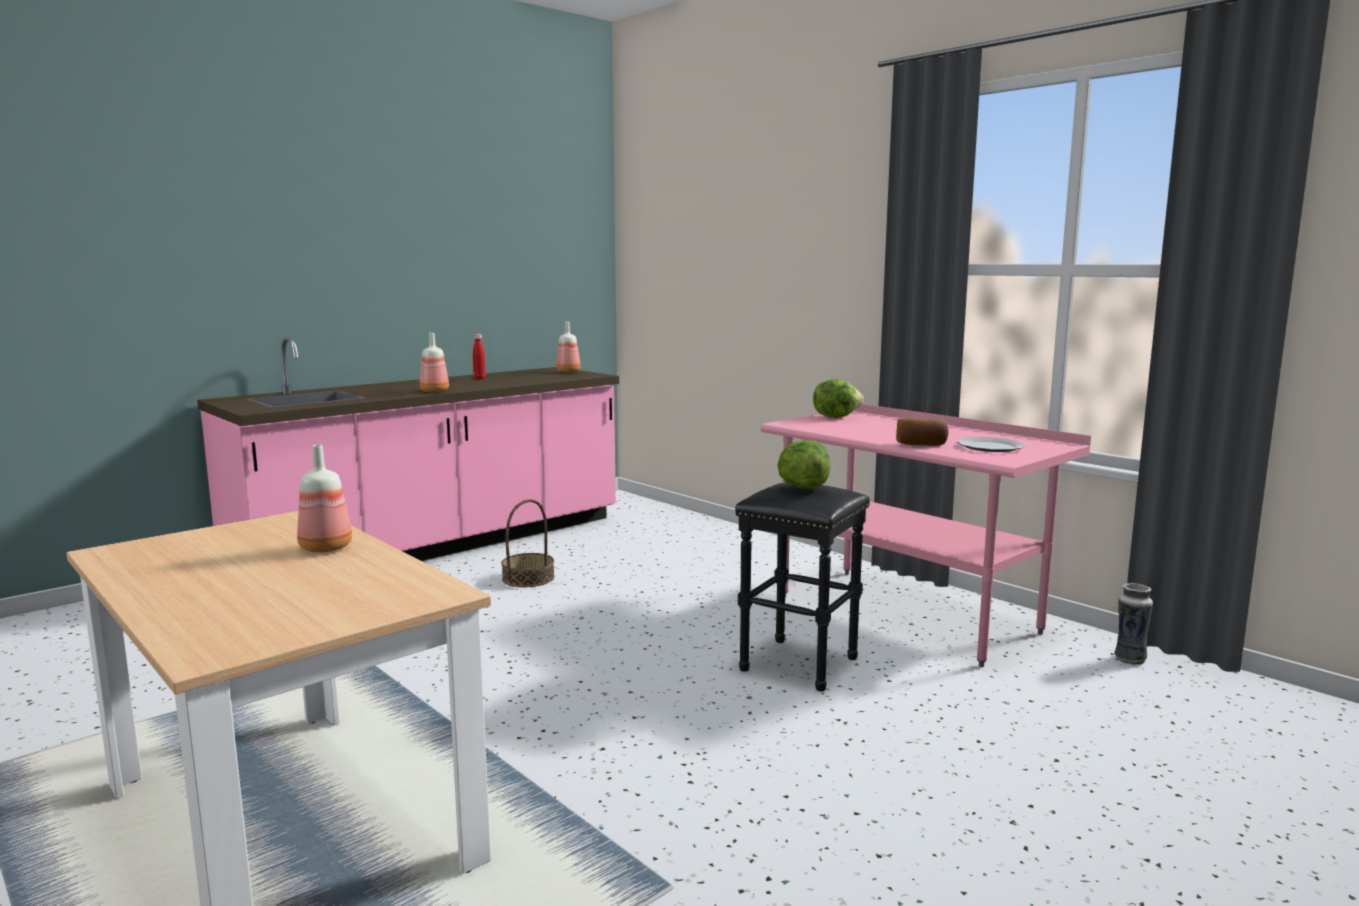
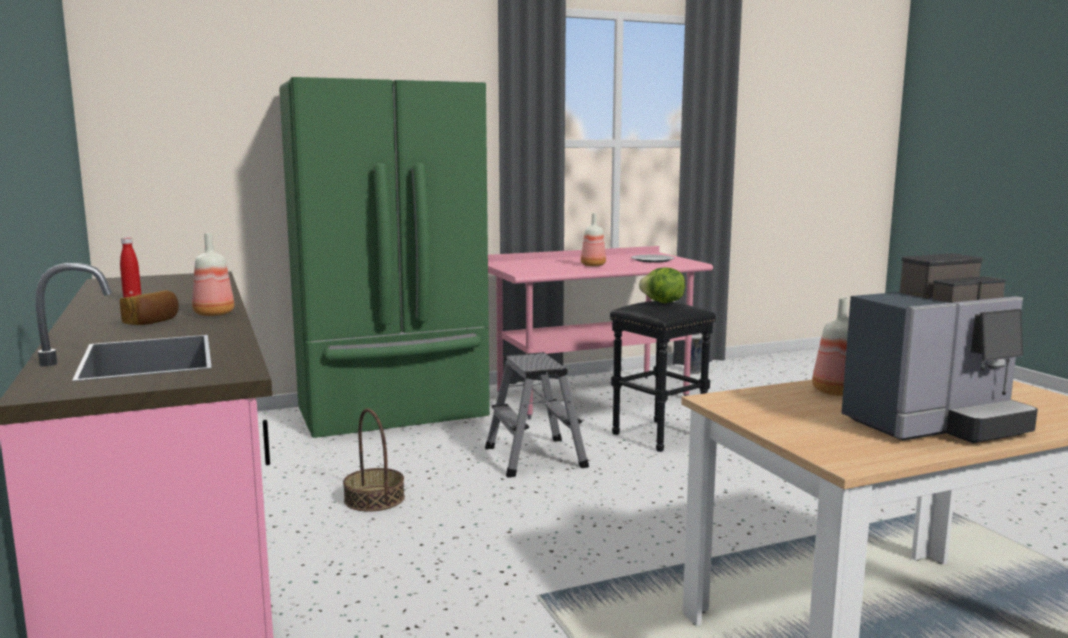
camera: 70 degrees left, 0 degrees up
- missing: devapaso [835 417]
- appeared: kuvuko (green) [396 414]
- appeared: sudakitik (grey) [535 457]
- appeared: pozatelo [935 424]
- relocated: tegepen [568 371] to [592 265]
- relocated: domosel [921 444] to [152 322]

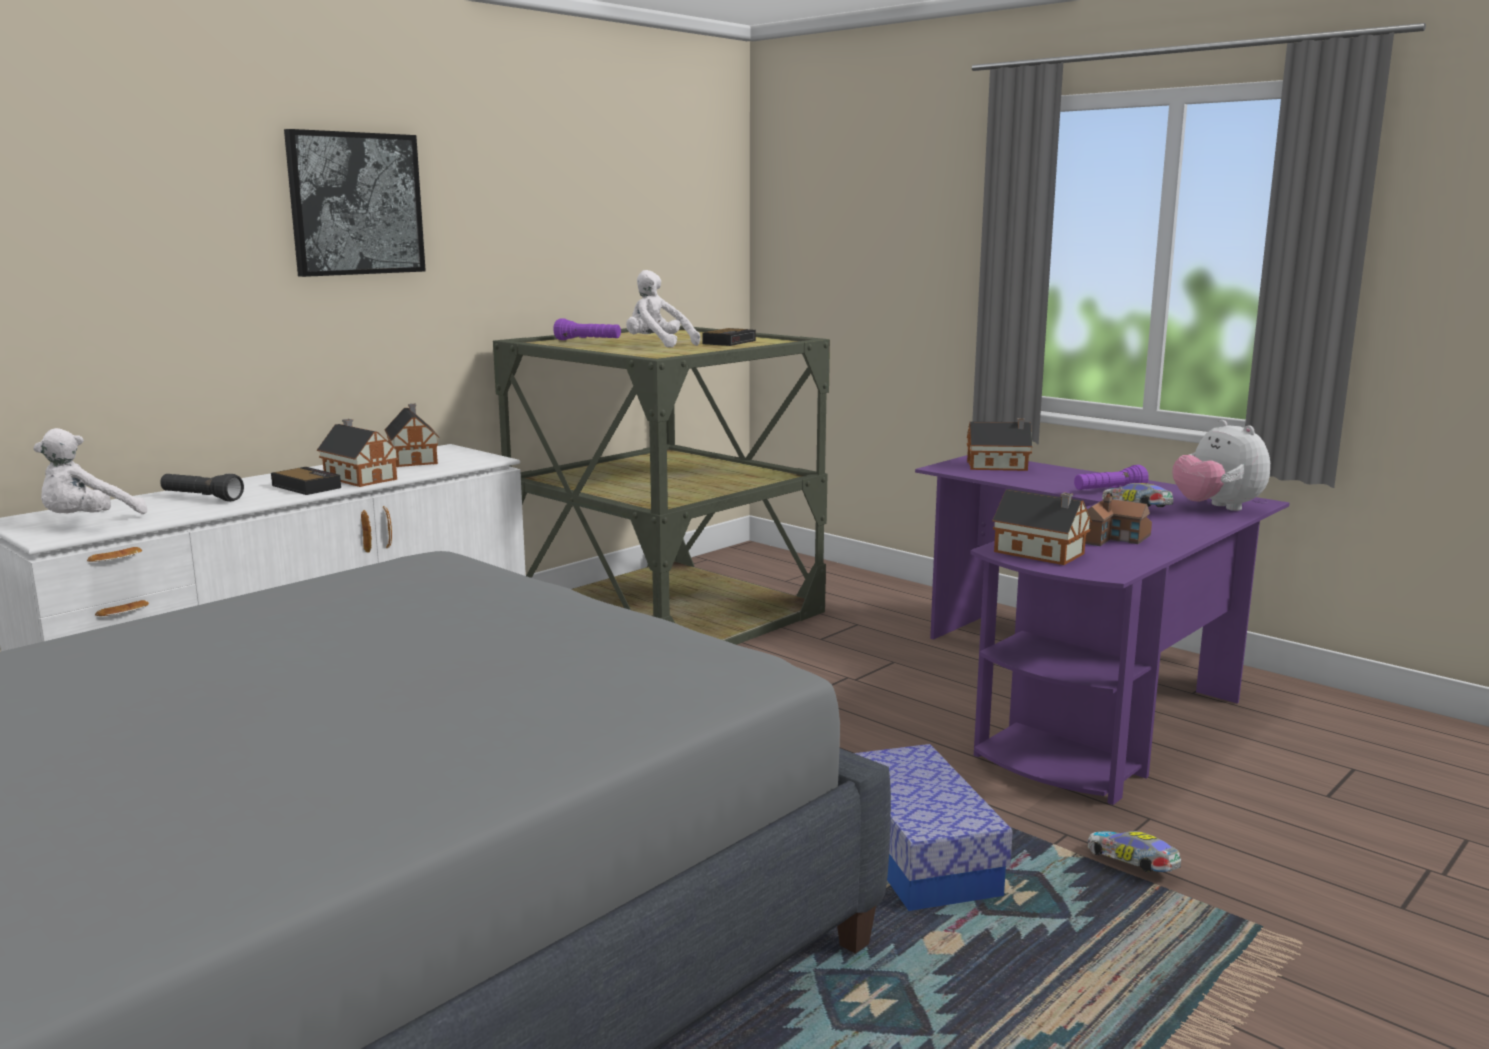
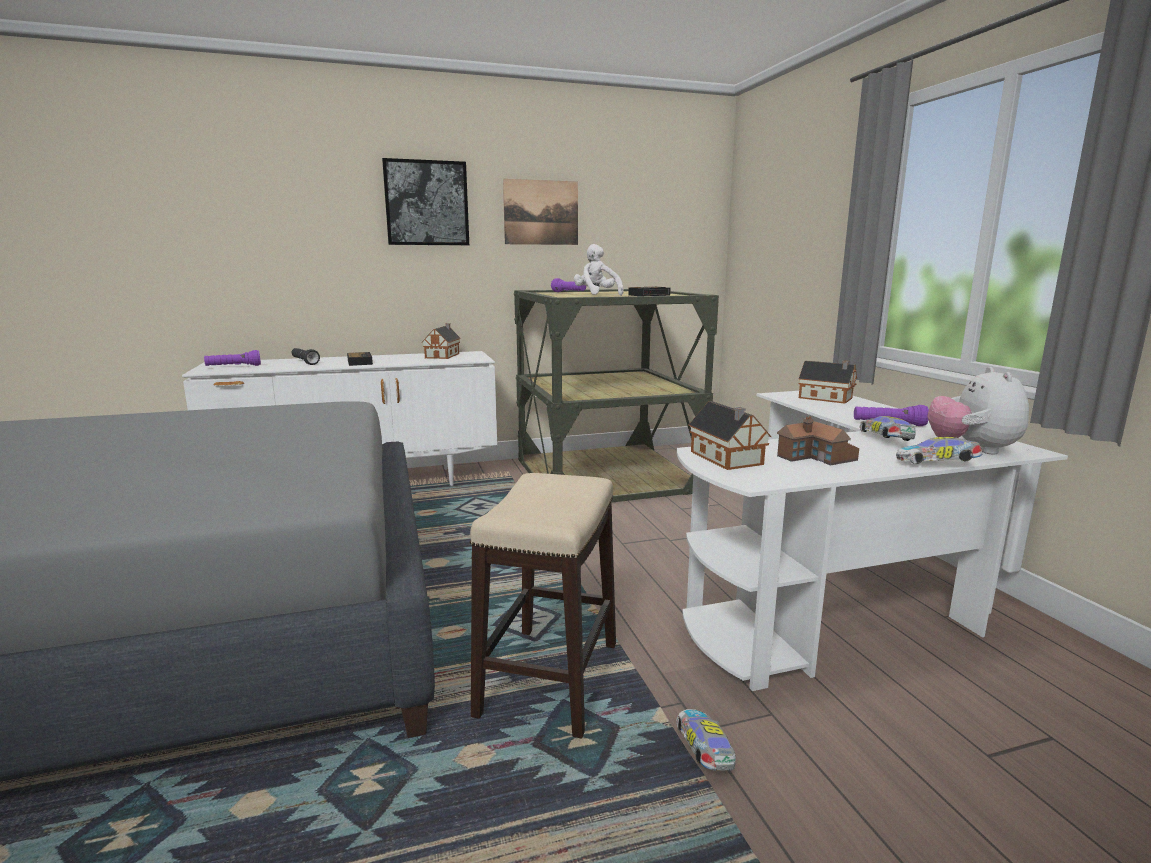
camera: 30 degrees right, 0 degrees up
- missing: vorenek [359 478]
- appeared: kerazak [541 212]
- appeared: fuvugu [937 464]
- exchanged: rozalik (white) [88 522] to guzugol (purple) [233 367]
- exchanged: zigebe [919 855] to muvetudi [549 678]
- colour: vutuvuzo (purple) [1084 693] to vutuvuzo (white) [838 592]

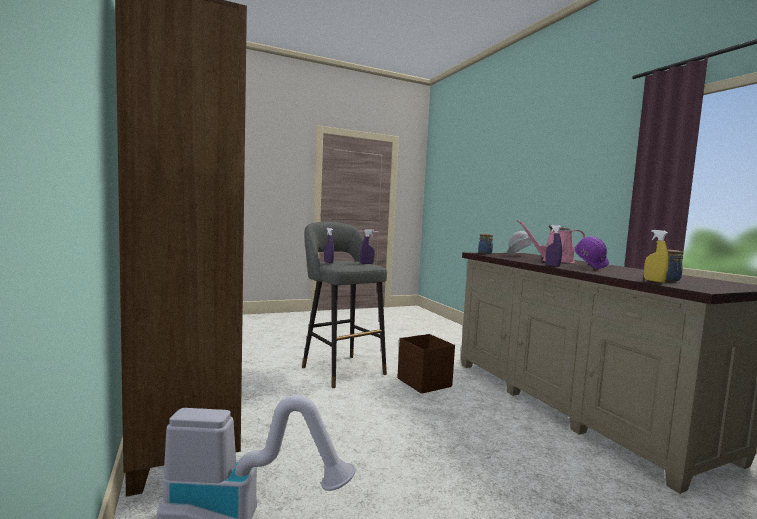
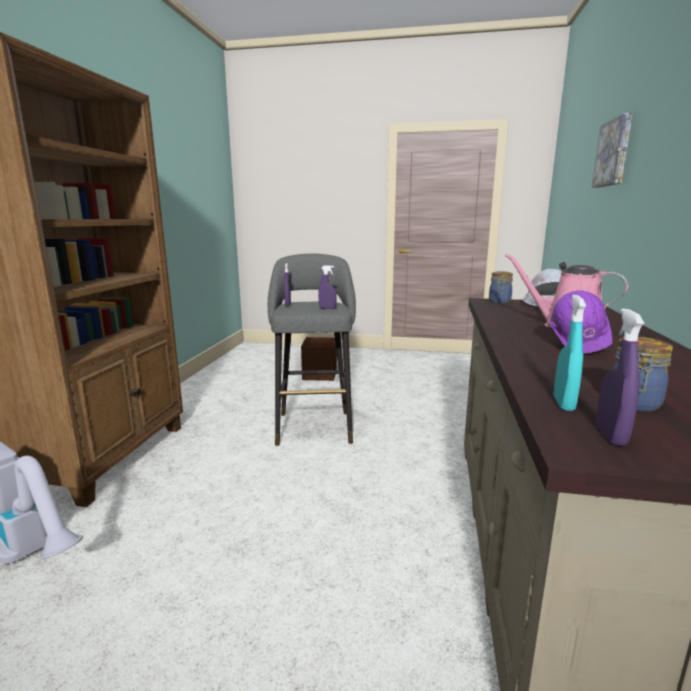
camera: 35 degrees right, 10 degrees up
- appeared: kerazak [614 153]
- relocated: zigebe (brown) [424 383] to [319 375]
- relocated: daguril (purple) [552 266] to [610 436]
- colour: daguril (yellow) [654 281] to daguril (turquoise) [563 404]

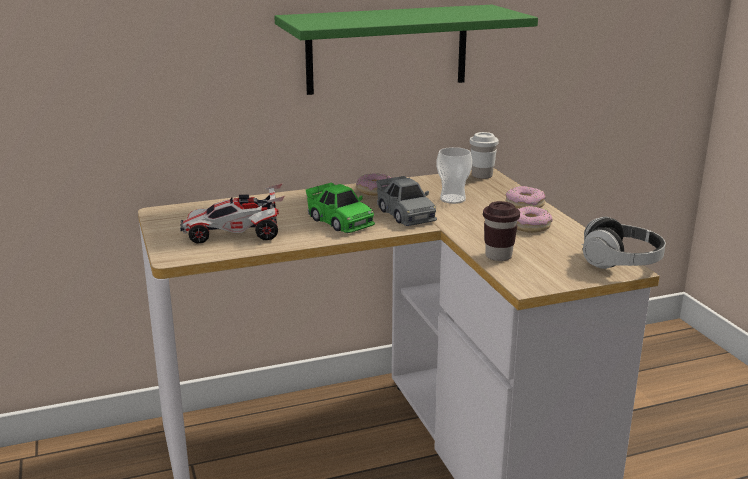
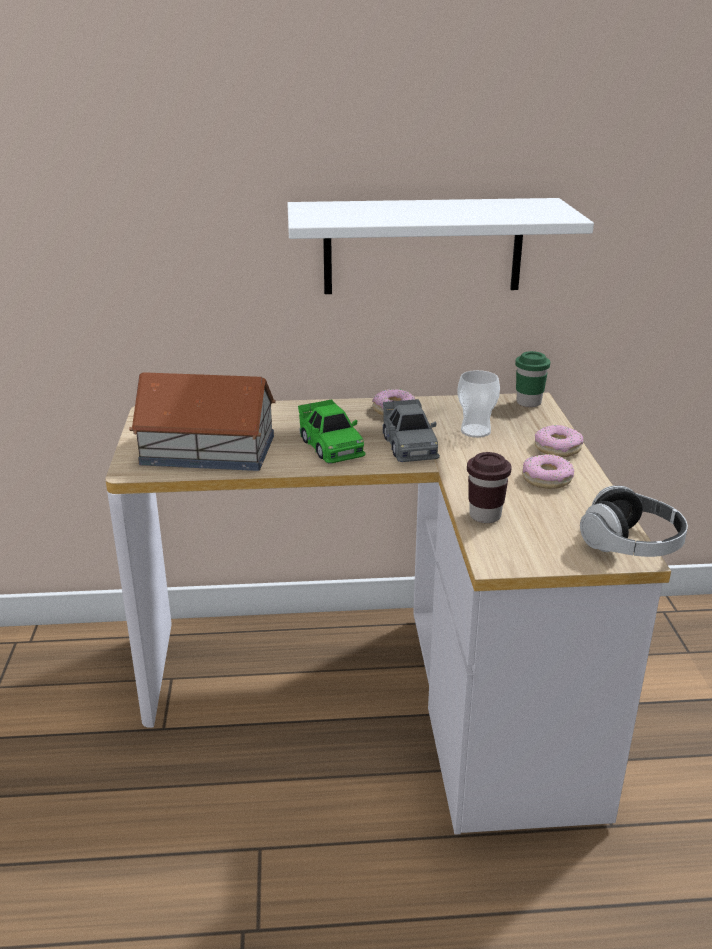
camera: 15 degrees right, 5 degrees up
- exchanged: fuvugu [234 235] to vorenek [209 450]
- colour: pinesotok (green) [387 49] to pinesotok (white) [423 246]
- colour: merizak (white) [482 175] to merizak (green) [528 402]

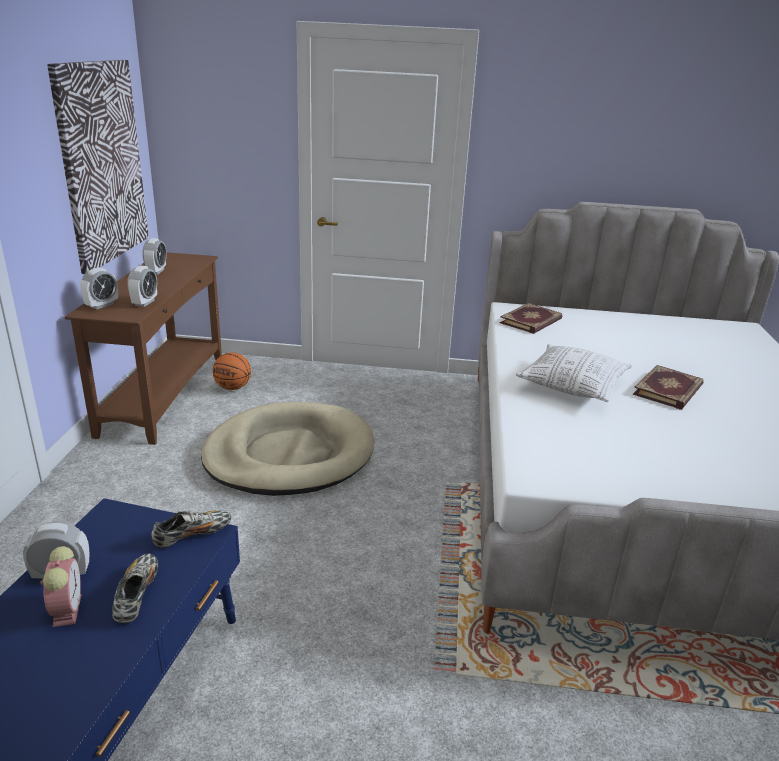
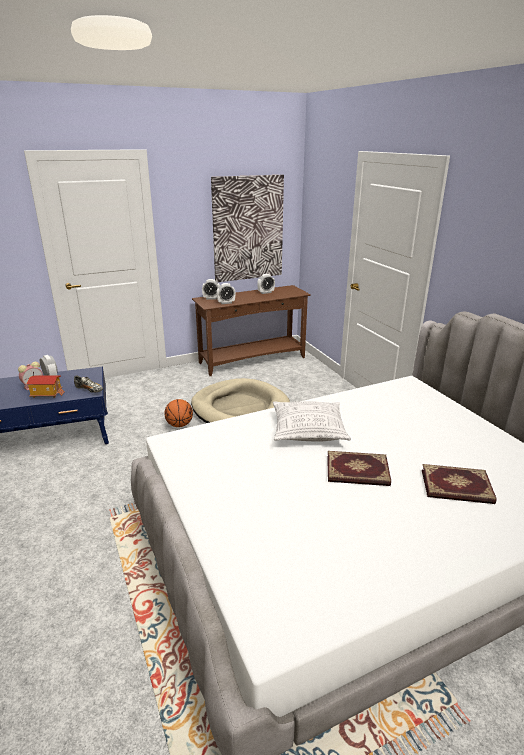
camera: 60 degrees right, 0 degrees up
- relocated: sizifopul [233 387] to [179 425]
- relocated: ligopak [531 321] to [456 487]
- exchanged: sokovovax [137 594] to vorenek [47 394]

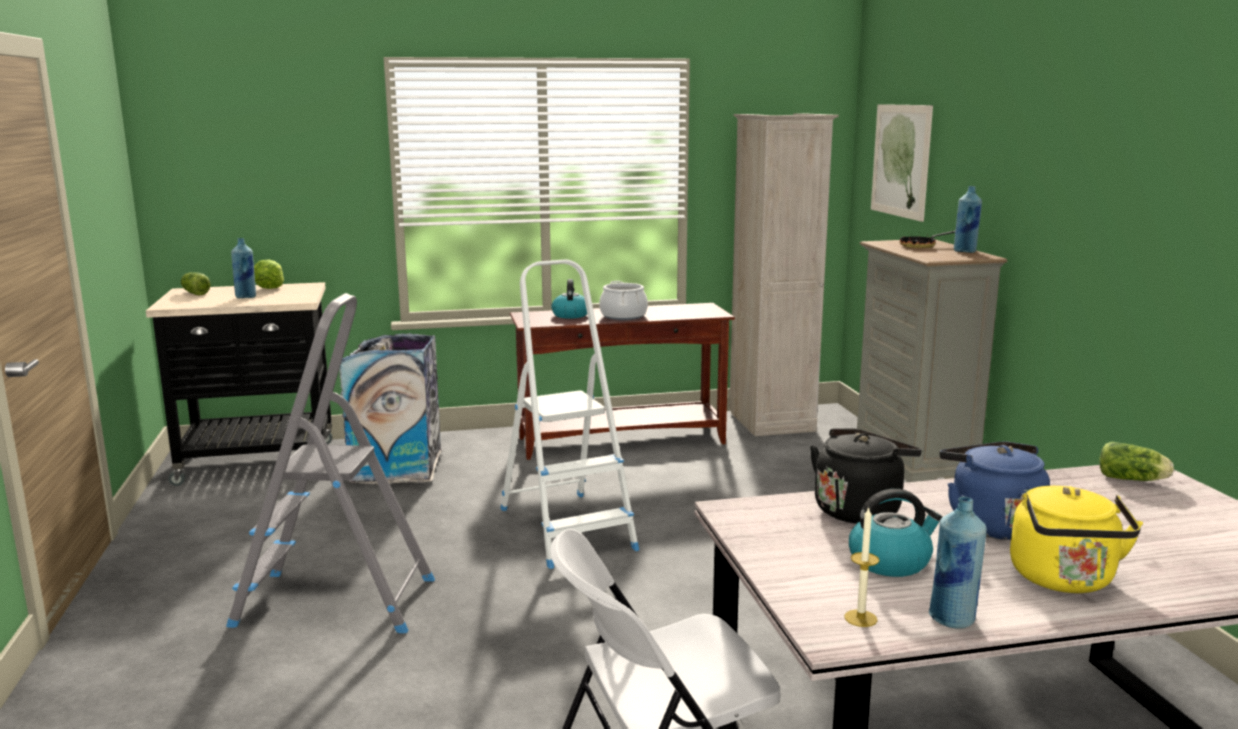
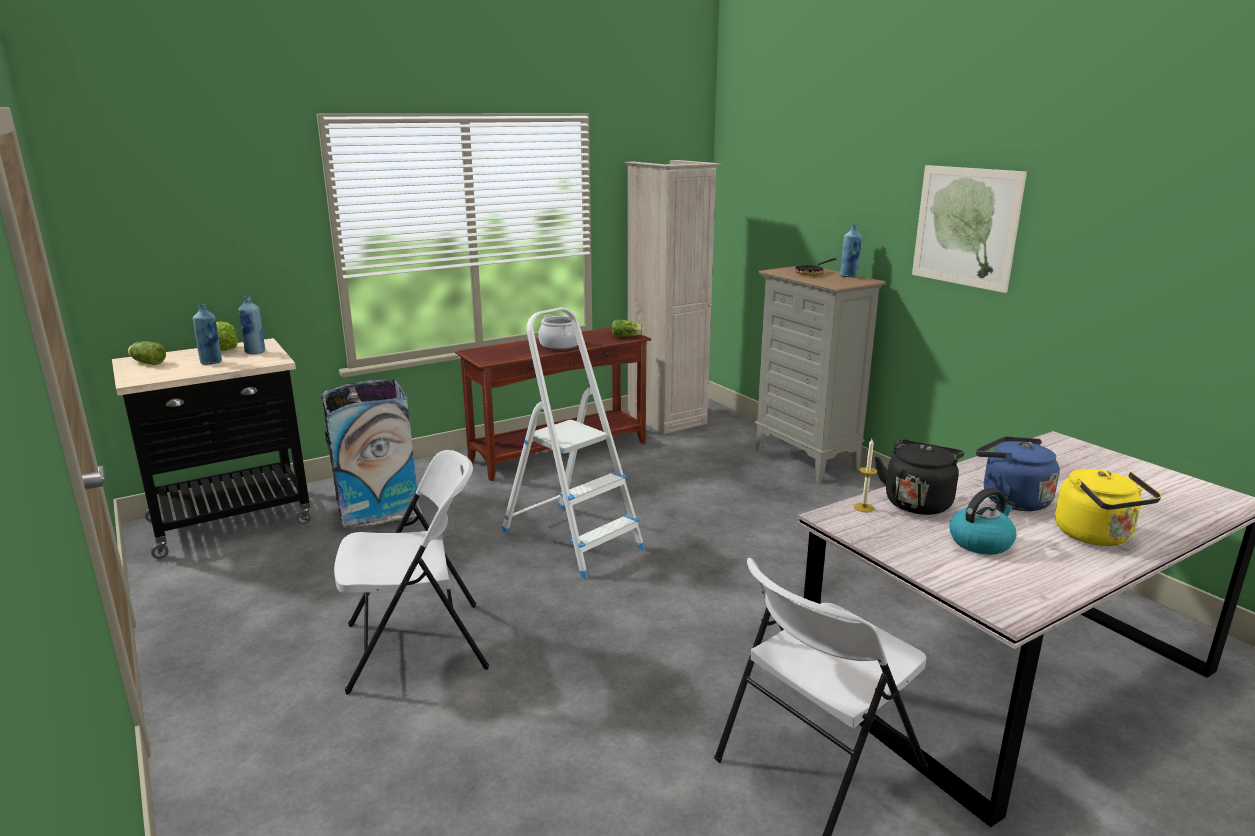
camera: 20 degrees left, 5 degrees up
- missing: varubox [570 315]
- relocated: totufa [860 618] to [864 507]
- relocated: kerazak [900 160] to [965 227]
- relocated: tegepen (blue) [952 619] to [255 352]
- relocated: devapaso [1133 479] to [627 337]
- exchanged: sudakitik (grey) [333 602] to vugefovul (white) [416 646]

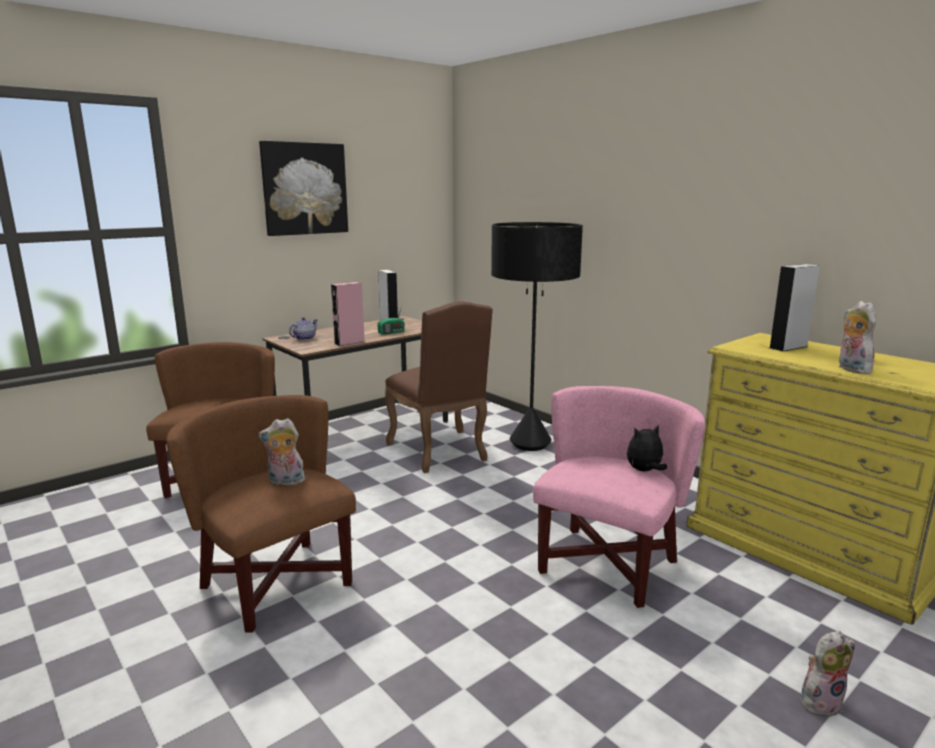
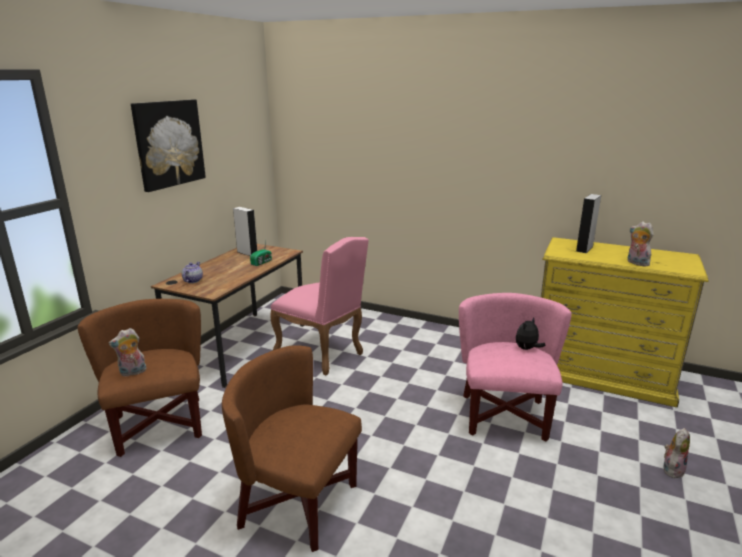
camera: 25 degrees left, 5 degrees up
- missing: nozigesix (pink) [349 343]
- missing: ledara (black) [530 444]
- relocated: rozalik [285 482] to [132 372]
- colour: vugefovul (brown) [440 452] to vugefovul (pink) [322 354]

